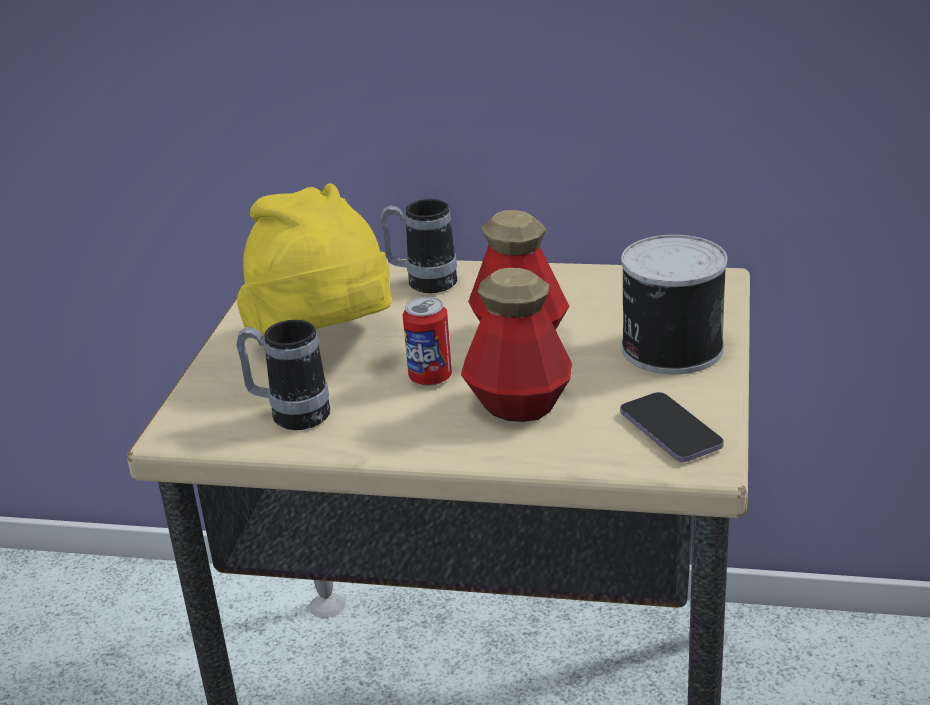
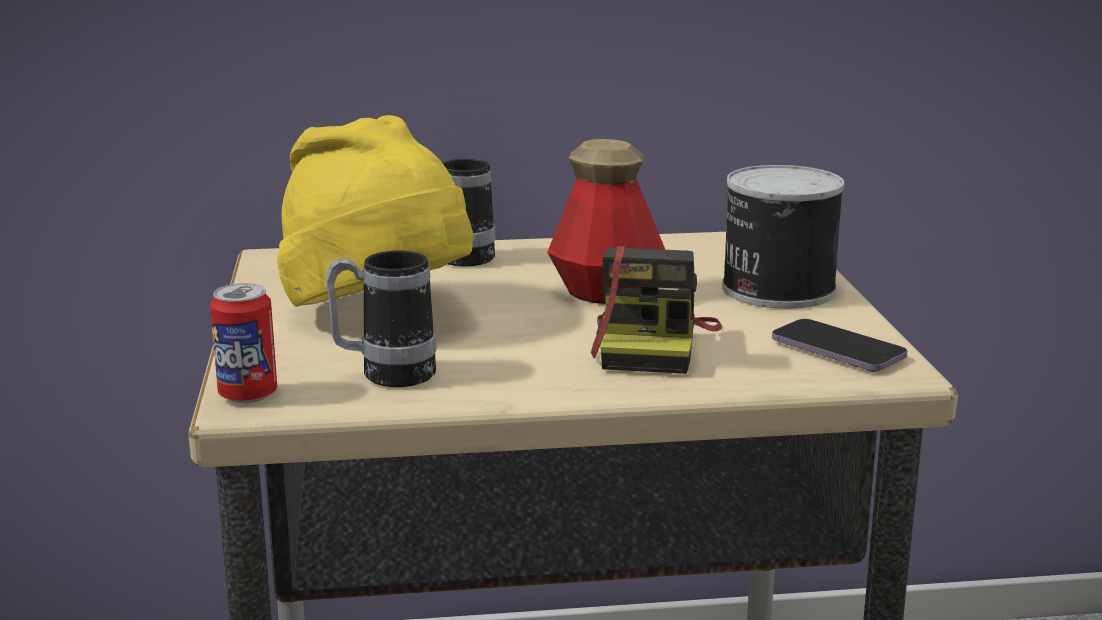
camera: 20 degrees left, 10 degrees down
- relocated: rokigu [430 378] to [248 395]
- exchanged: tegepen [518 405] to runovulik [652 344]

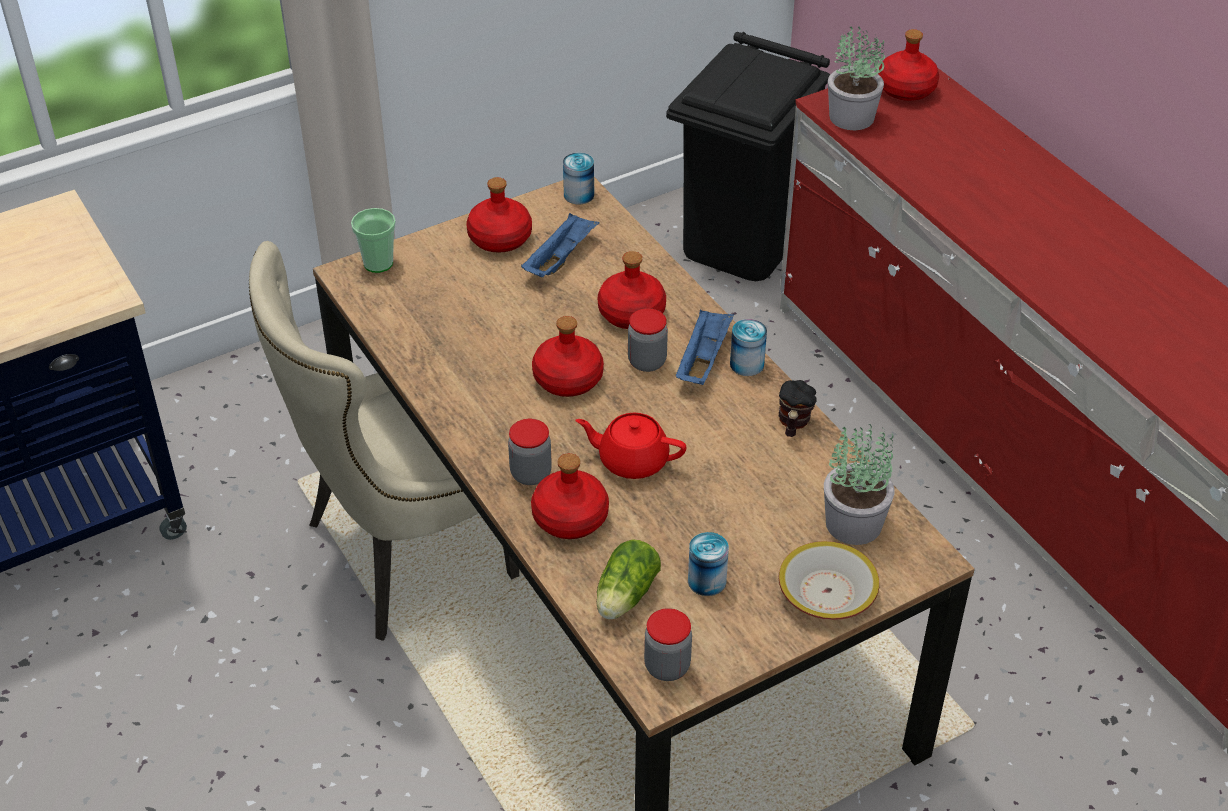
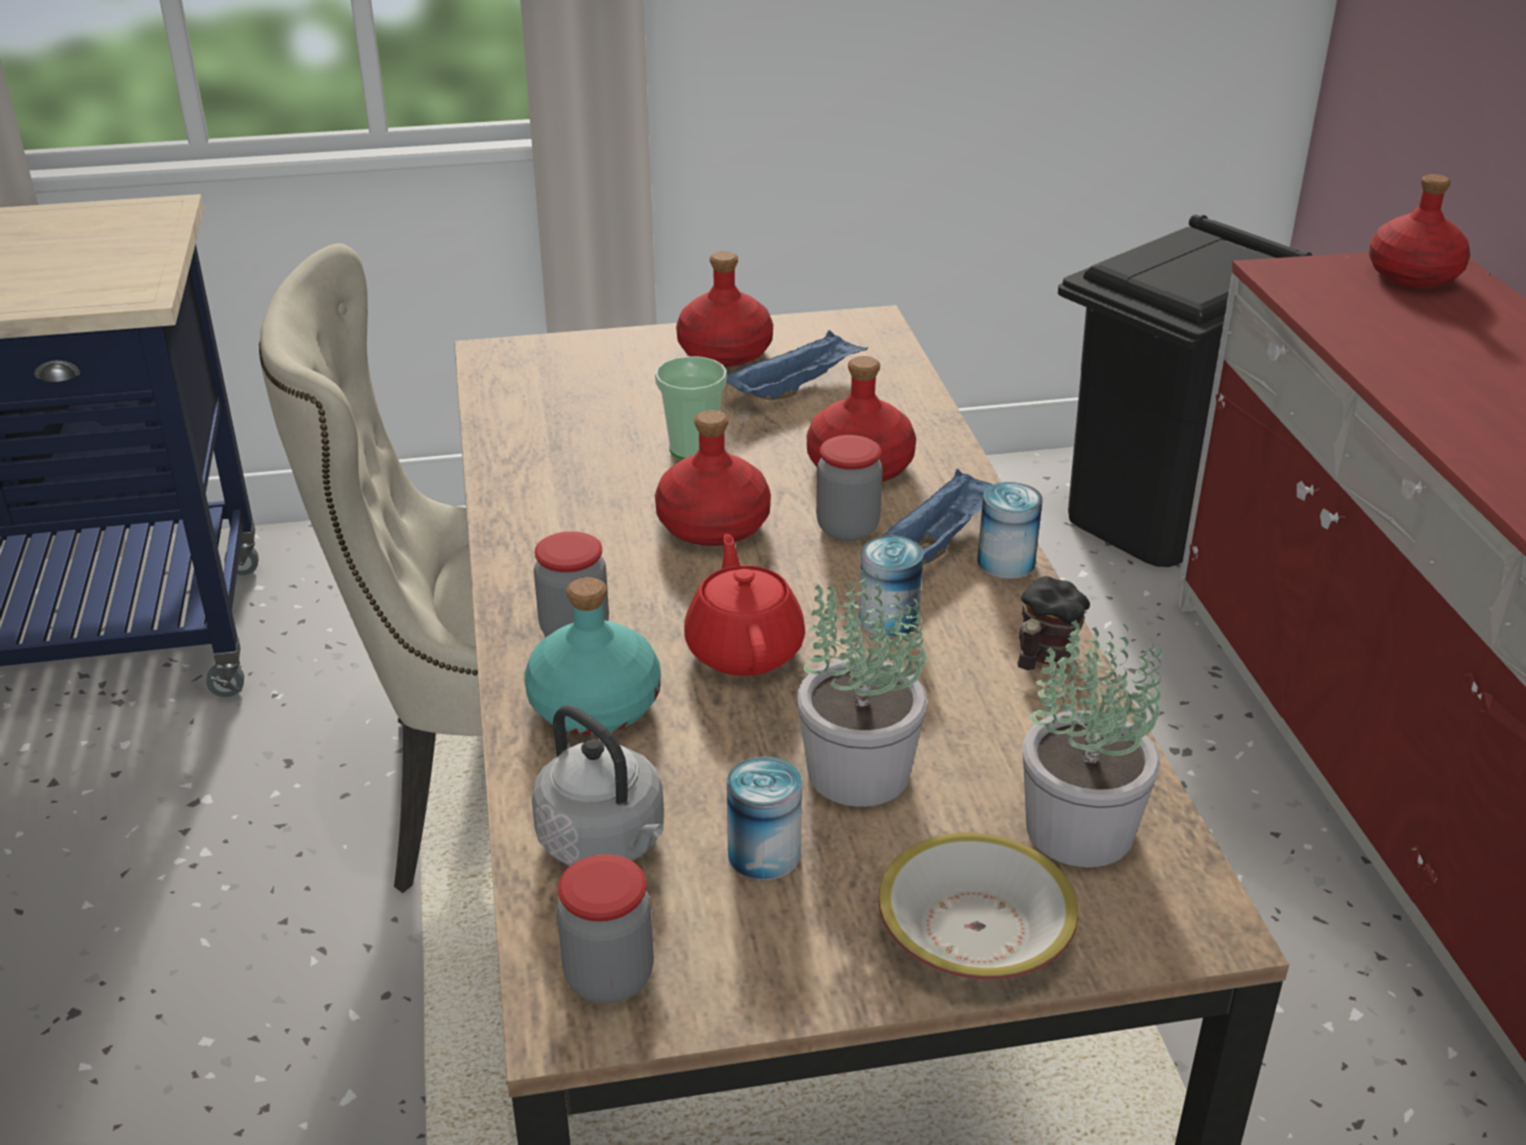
camera: 20 degrees right, 10 degrees down
- relocated: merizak [378 263] to [693 449]
- relocated: rokigu [579 195] to [888 619]
- relocated: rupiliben [851 118] to [857 773]
- exchanged: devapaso [624 597] to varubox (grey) [606 843]
- colour: tegepen (red) [569 518] to tegepen (turquoise) [593 705]
- spun: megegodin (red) [632 460] = [744 649] 45 degrees clockwise

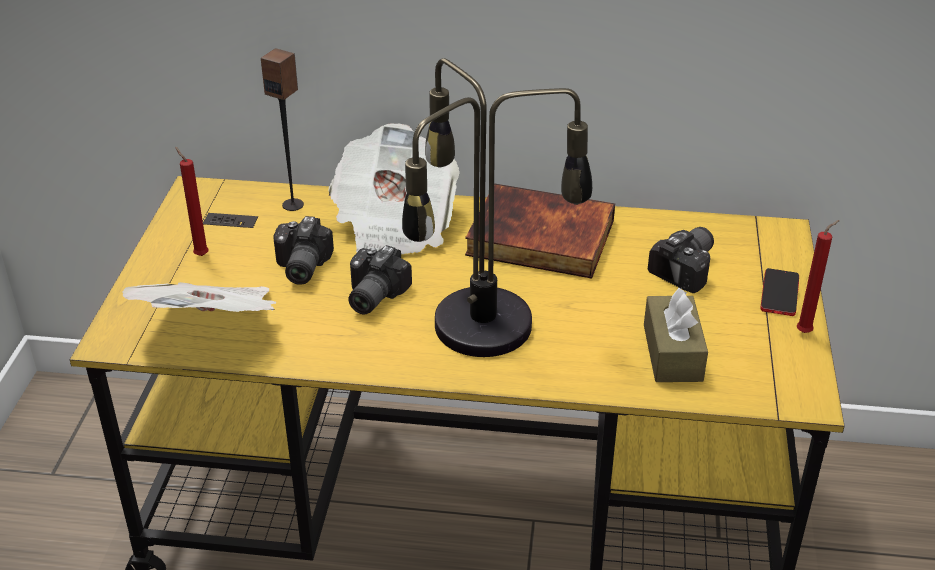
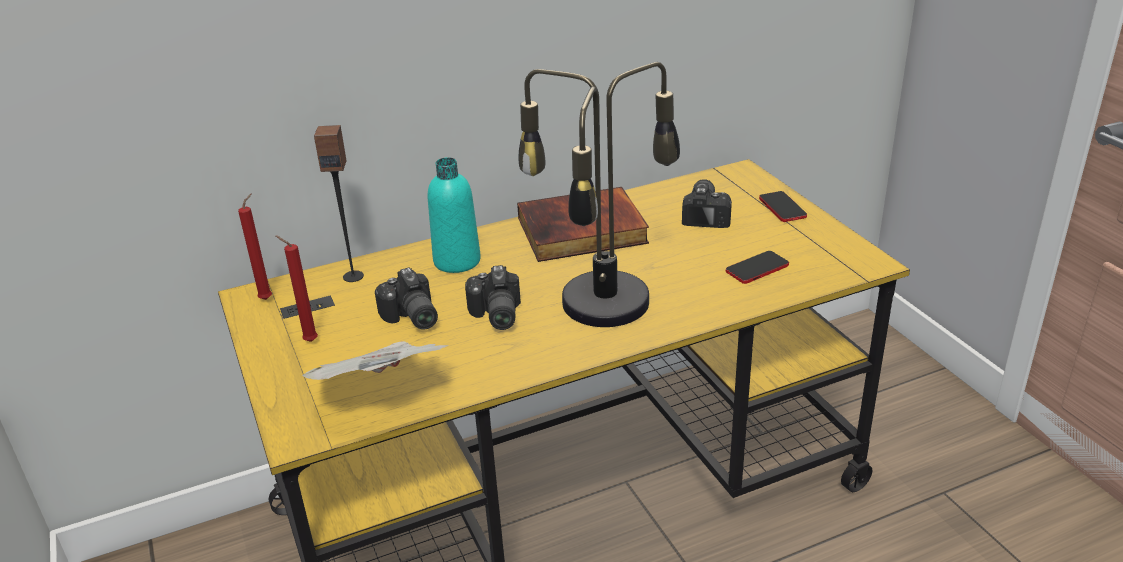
camera: 30 degrees left, 5 degrees down
- relocated: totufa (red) [806 332] to [268 298]
- exchanged: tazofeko [394 225] to tegepen (turquoise) [457 261]
- exchanged: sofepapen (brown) [672 353] to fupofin [757 268]

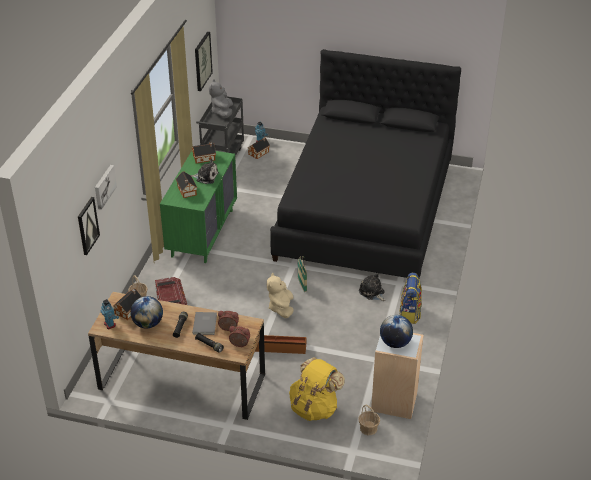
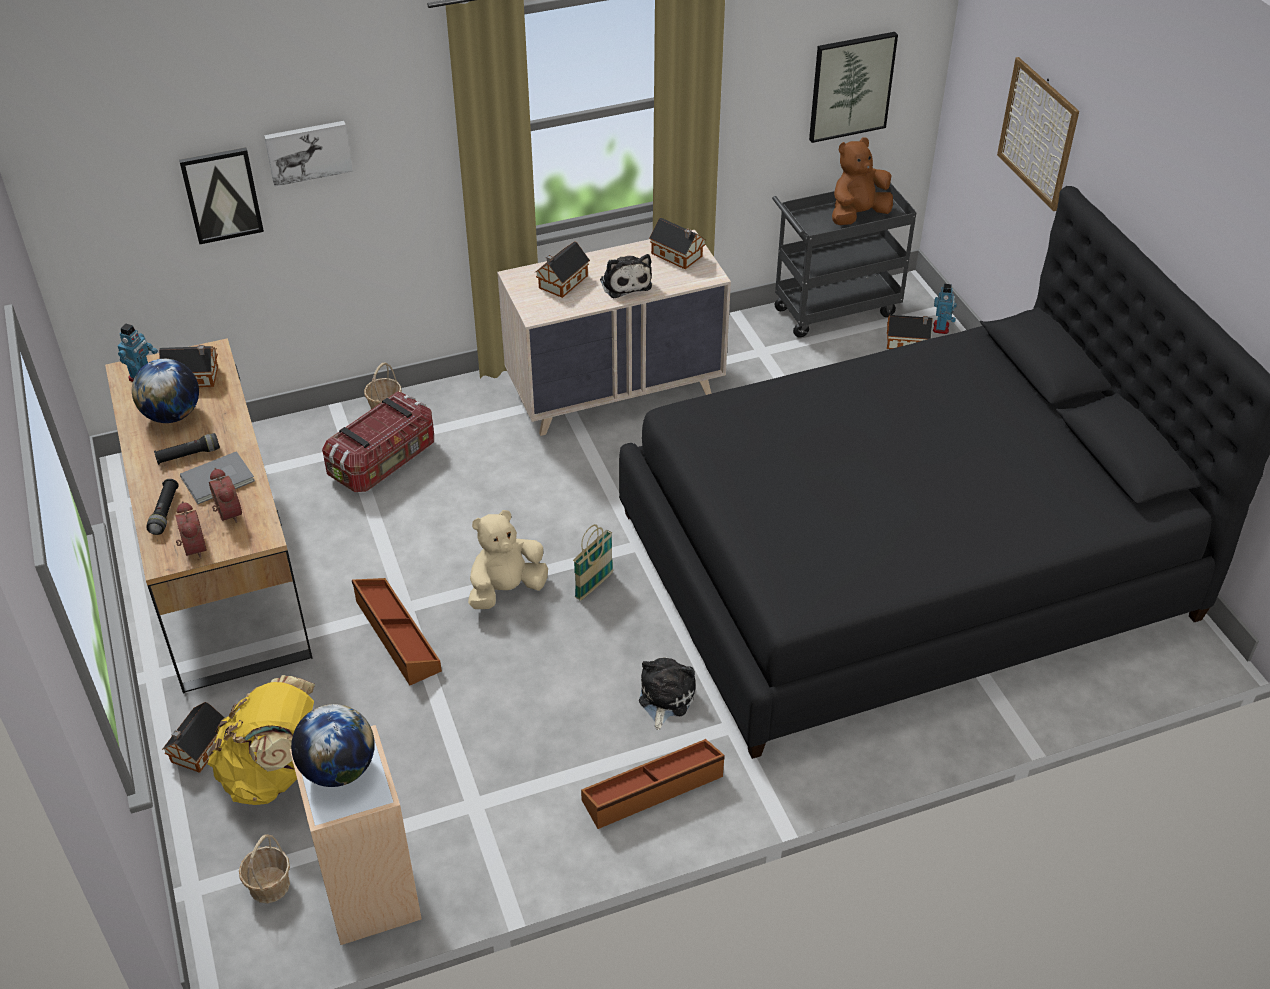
camera: 55 degrees right, 5 degrees up
- appeared: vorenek [197 749]
- appeared: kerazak [1038 131]
- exchanged: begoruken [410 314] to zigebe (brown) [653 789]
- colour: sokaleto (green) [202 232] to sokaleto (beige) [615 391]
- colour: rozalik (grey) [222 112] to rozalik (brown) [857 215]

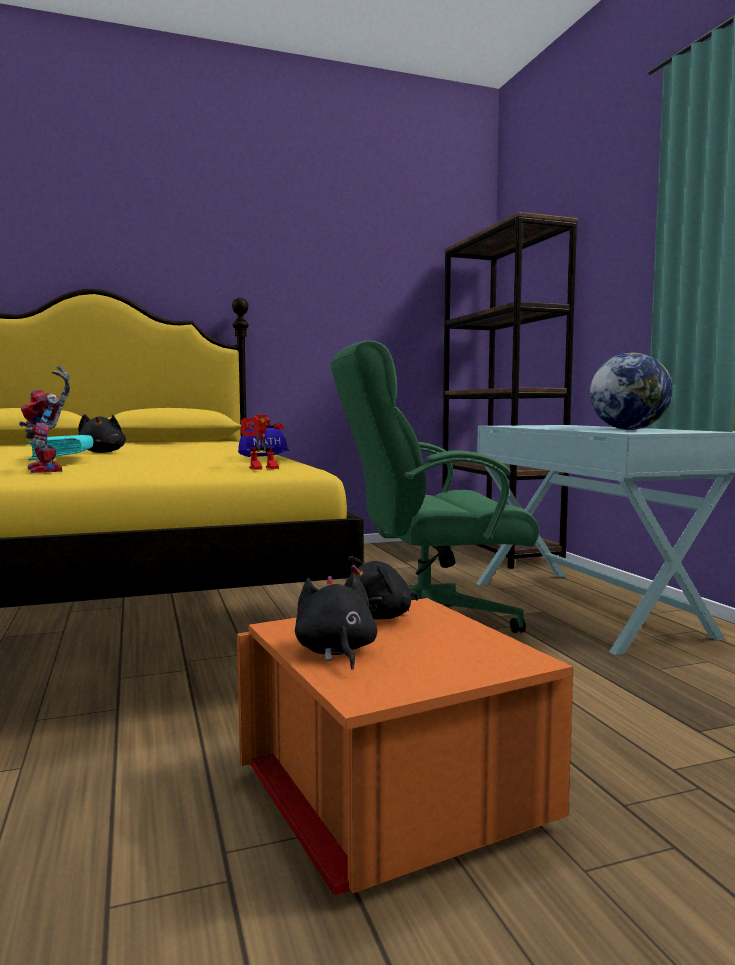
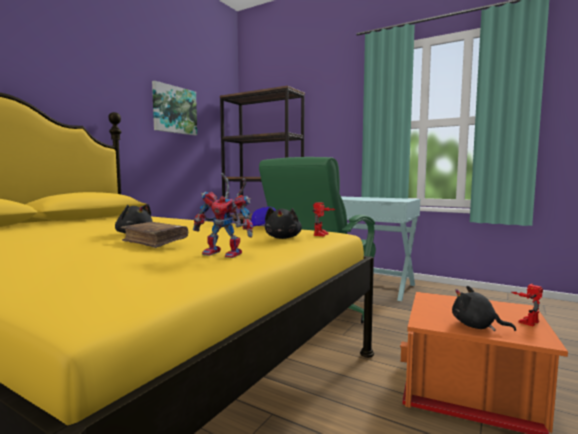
camera: 40 degrees left, 0 degrees up
- missing: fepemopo [628 429]
- appeared: kerazak [174 110]
- appeared: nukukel [526 321]
- relocated: rozalik (black) [380 616] to [283 238]
- colour: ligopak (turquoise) [62 457] to ligopak (brown) [155 241]

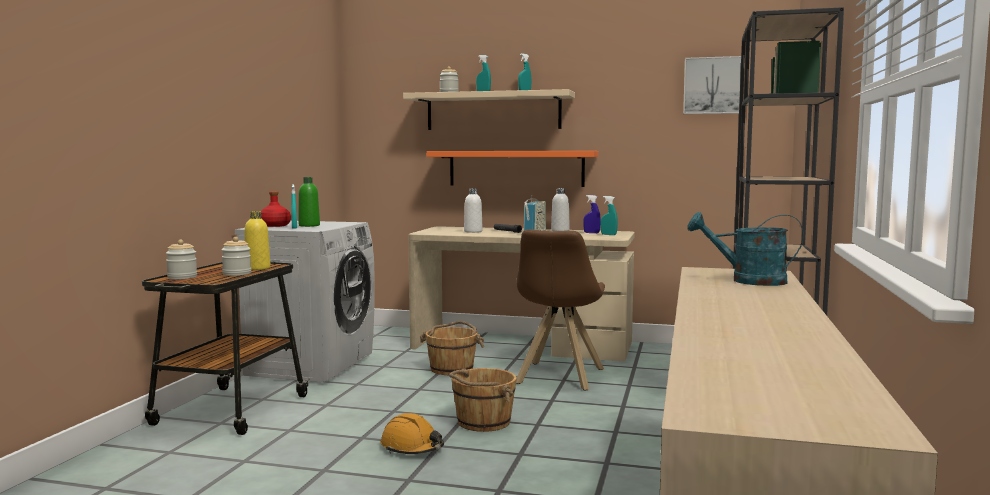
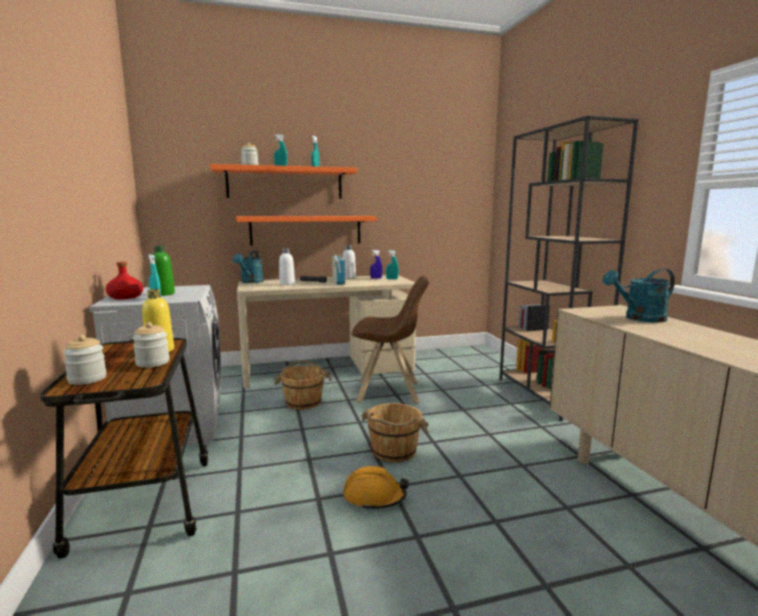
camera: 30 degrees left, 5 degrees up
- missing: kerazak [712 85]
- appeared: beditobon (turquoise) [250 282]
- colour: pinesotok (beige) [493 111] to pinesotok (orange) [285 183]
- spun: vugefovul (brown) [559 376] = [389 392] 75 degrees counterclockwise

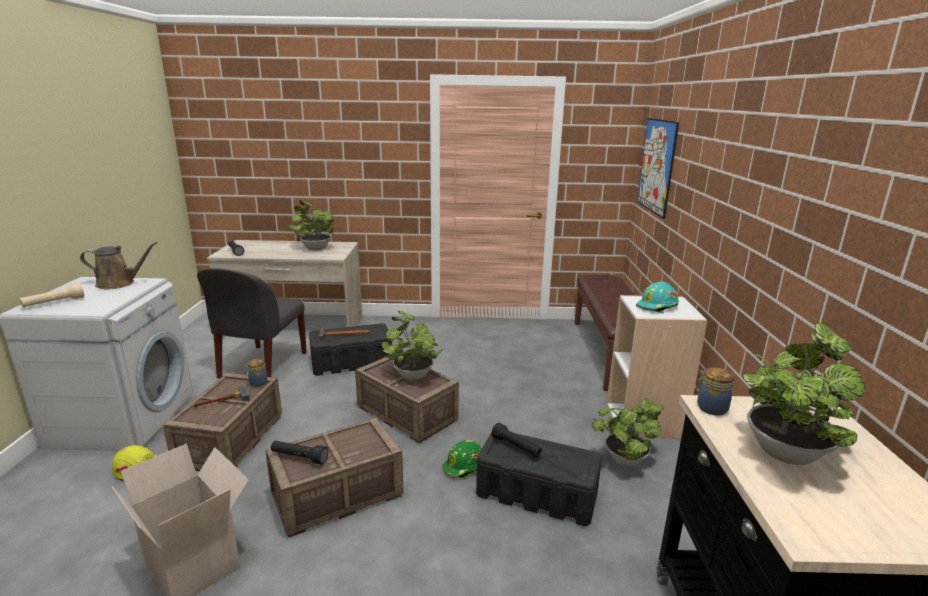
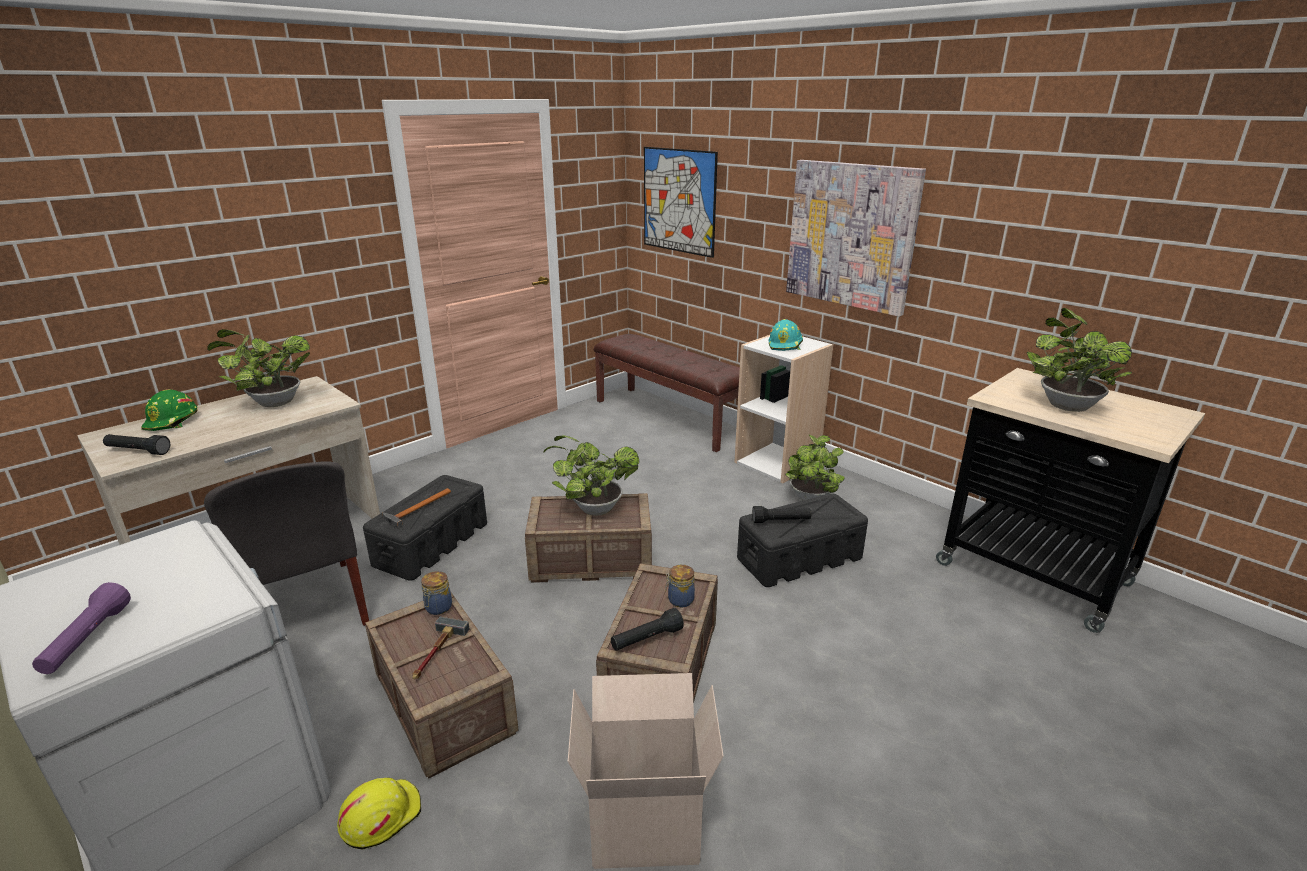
camera: 45 degrees left, 5 degrees up
- missing: beditobon (brown) [119 283]
- appeared: kerazak [851 235]
- relocated: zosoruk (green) [464 467] to [172 421]
- relocated: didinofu [710 408] to [679 600]
- colour: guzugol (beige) [54 303] to guzugol (purple) [87 640]

